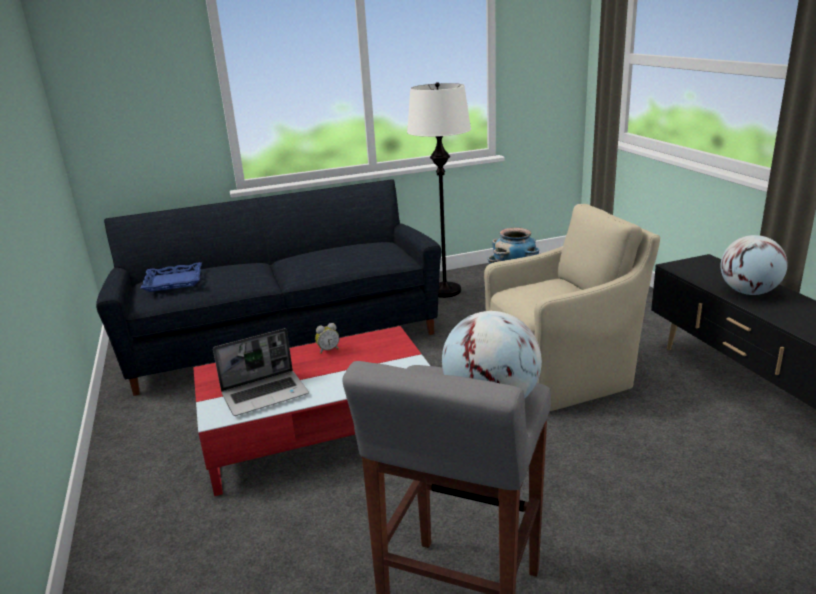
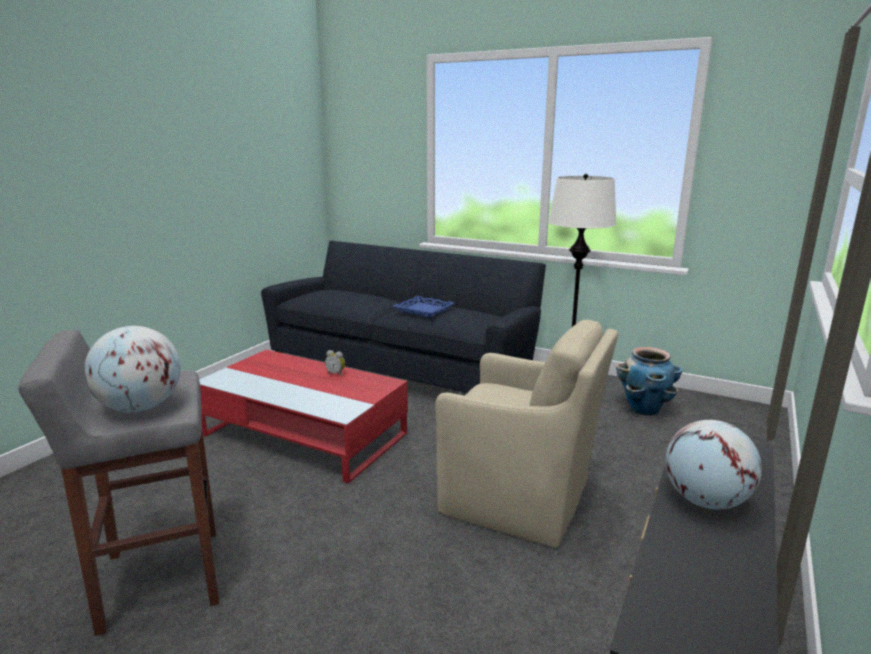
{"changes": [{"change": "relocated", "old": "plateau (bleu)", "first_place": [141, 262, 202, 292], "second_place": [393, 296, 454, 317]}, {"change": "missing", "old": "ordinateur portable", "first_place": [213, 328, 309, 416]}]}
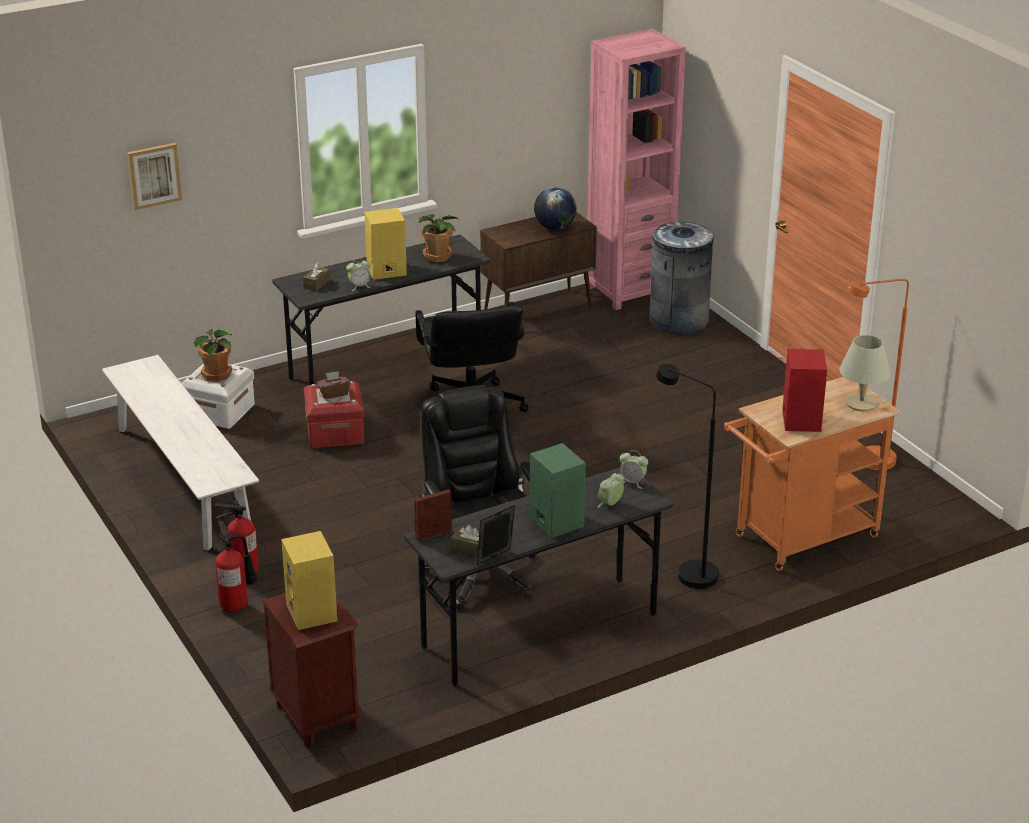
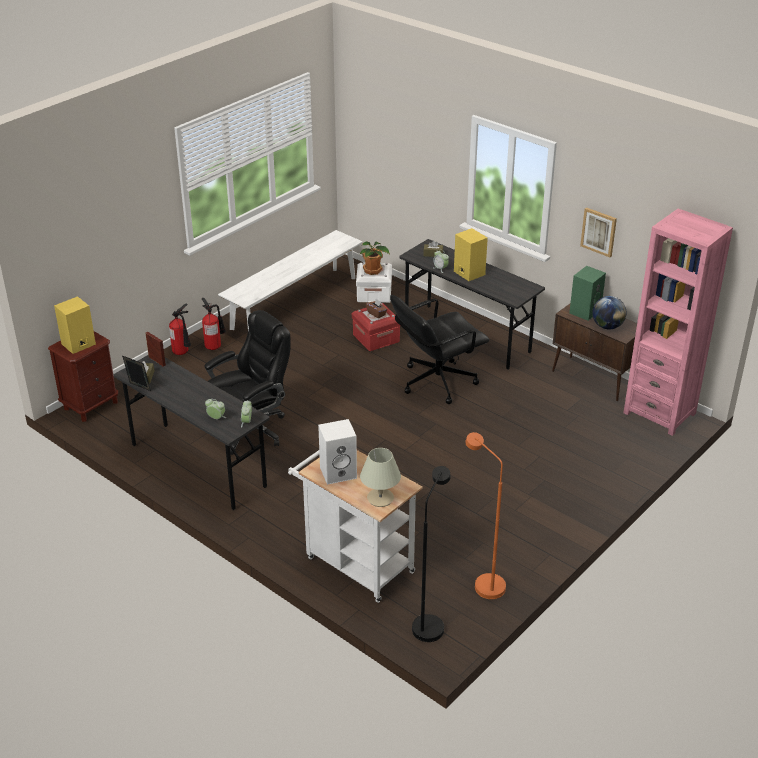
{"changes": [{"change": "colour", "old": "chariot (orange)", "new": "chariot (blanc)", "first_place": [724, 377, 900, 571], "second_place": [288, 450, 423, 603]}, {"change": "colour", "old": "enceinte (rouge)", "new": "enceinte (blanc)", "first_place": [782, 349, 827, 432], "second_place": [318, 419, 357, 485]}, {"change": "relocated", "old": "lampadaire (noir)", "first_place": [656, 364, 719, 589], "second_place": [412, 466, 451, 642]}, {"change": "relocated", "old": "enceinte (vert)", "first_place": [530, 443, 586, 538], "second_place": [569, 266, 606, 321]}, {"change": "relocated", "old": "tableau", "first_place": [127, 143, 182, 210], "second_place": [580, 207, 617, 257]}, {"change": "missing", "old": "plante en pot", "first_place": [419, 214, 458, 263]}, {"change": "missing", "old": "poubelle (gris)", "first_place": [649, 221, 714, 334]}]}
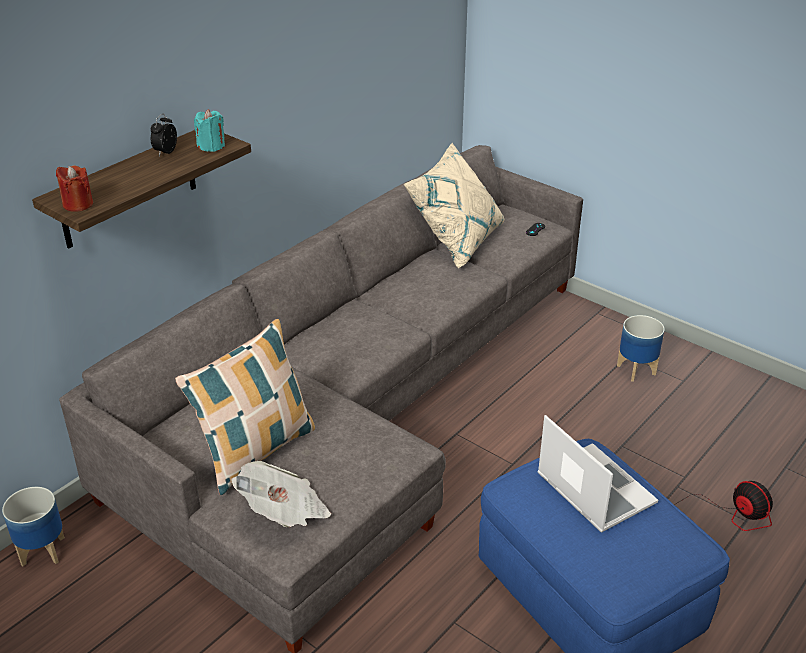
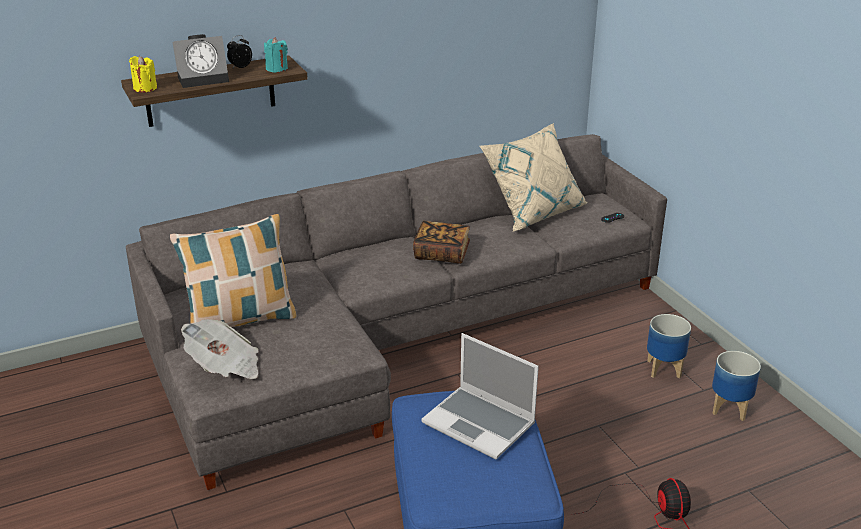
{"changes": [{"change": "colour", "old": "bougie (rouge)", "new": "bougie (jaune)", "first_place": [56, 165, 93, 212], "second_place": [129, 56, 157, 93]}, {"change": "appeared", "new": "réveil", "second_place": [172, 34, 229, 88]}, {"change": "appeared", "new": "livre", "second_place": [413, 221, 470, 264]}, {"change": "spun", "old": "ordinateur portable", "first_place": [537, 415, 658, 533], "second_place": [421, 333, 539, 459], "degrees": 135}, {"change": "relocated", "old": "cache-pot", "first_place": [2, 487, 65, 566], "second_place": [712, 351, 761, 421]}]}
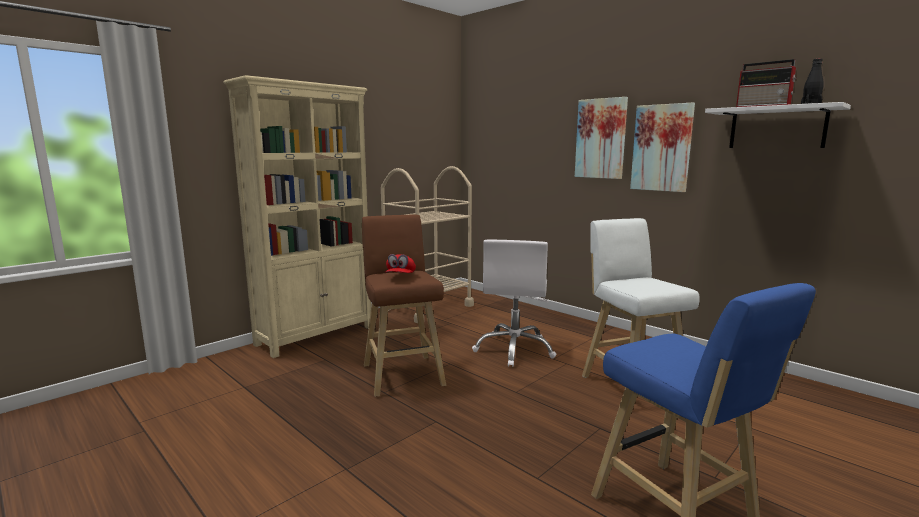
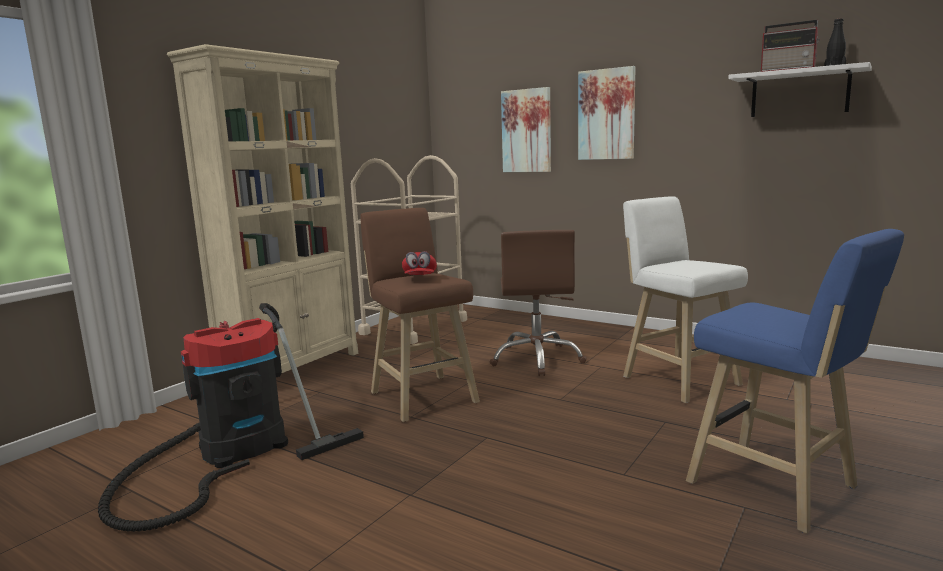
{"changes": [{"change": "appeared", "new": "aspirateur", "second_place": [98, 303, 364, 532]}, {"change": "colour", "old": "chaise de bureau (blanc)", "new": "chaise de bureau (marron)", "first_place": [472, 240, 557, 367], "second_place": [490, 230, 587, 376]}, {"change": "relocated", "old": "tableau", "first_place": [630, 103, 695, 192], "second_place": [501, 87, 551, 172]}]}
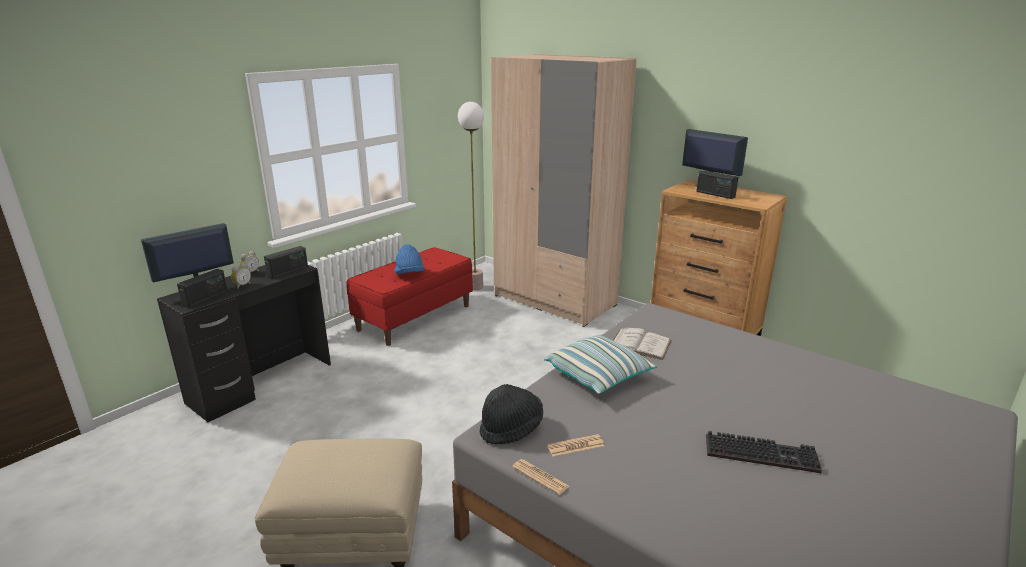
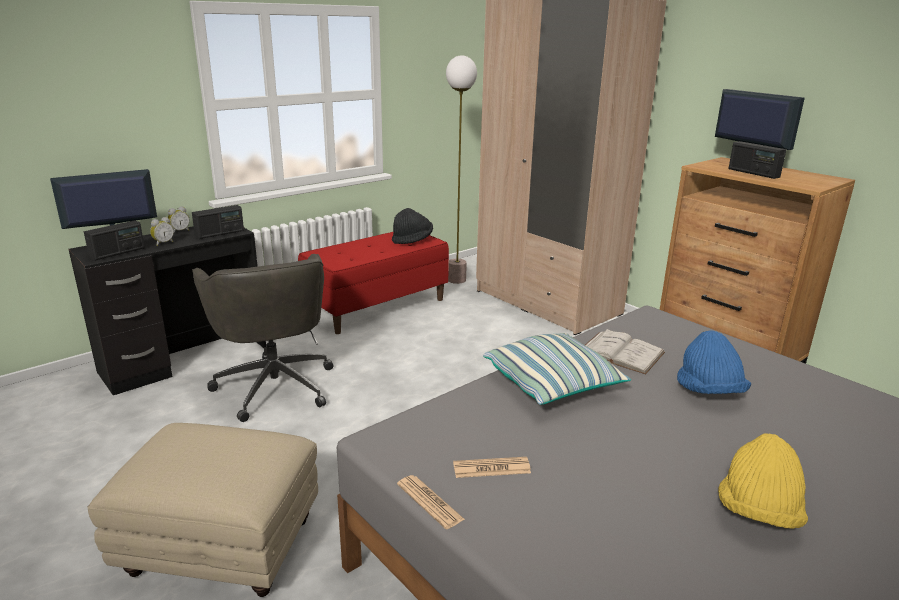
{"changes": [{"change": "appeared", "new": "chaise de bureau (gris)", "second_place": [192, 254, 333, 422]}, {"change": "relocated", "old": "chapeau (noir)", "first_place": [479, 384, 543, 444], "second_place": [392, 208, 433, 244]}, {"change": "relocated", "old": "chapeau (bleu)", "first_place": [394, 244, 425, 274], "second_place": [677, 330, 751, 394]}, {"change": "exchanged", "old": "clavier", "new": "chapeau (jaune)", "first_place": [706, 431, 822, 473], "second_place": [718, 433, 808, 528]}]}
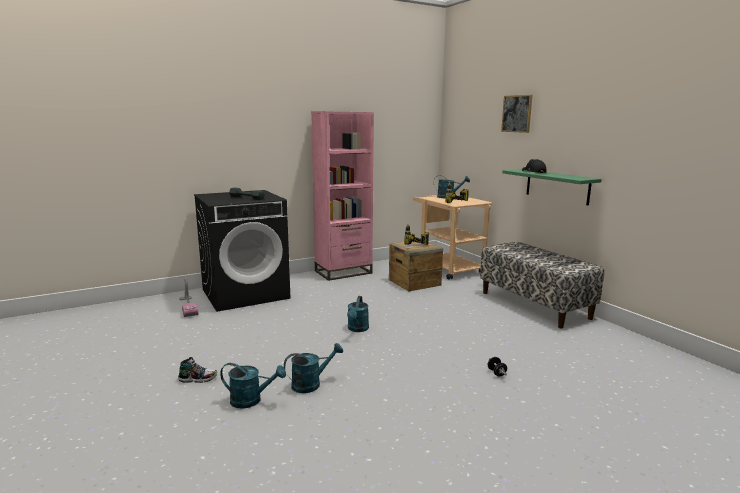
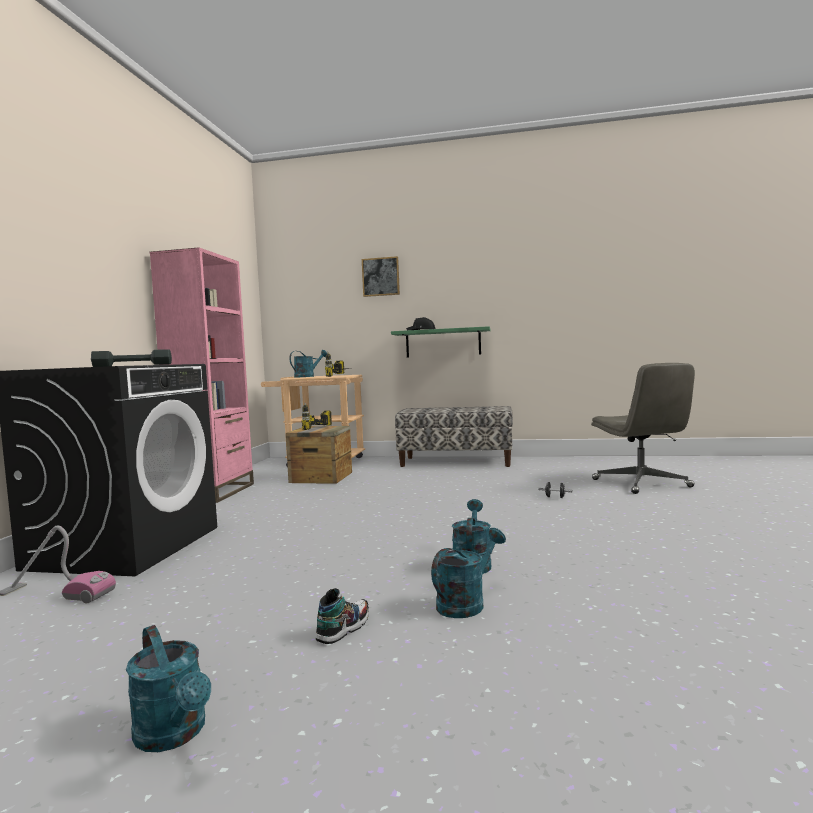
{"changes": [{"change": "relocated", "old": "arrosoir (turquoise)", "first_place": [347, 296, 369, 332], "second_place": [126, 625, 211, 752]}, {"change": "appeared", "new": "chaise de bureau (gris)", "second_place": [591, 363, 695, 494]}]}
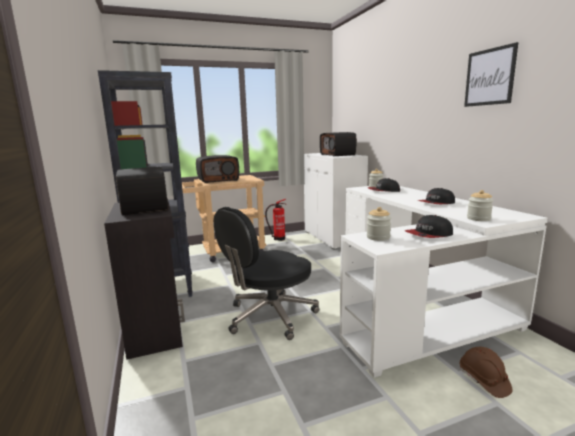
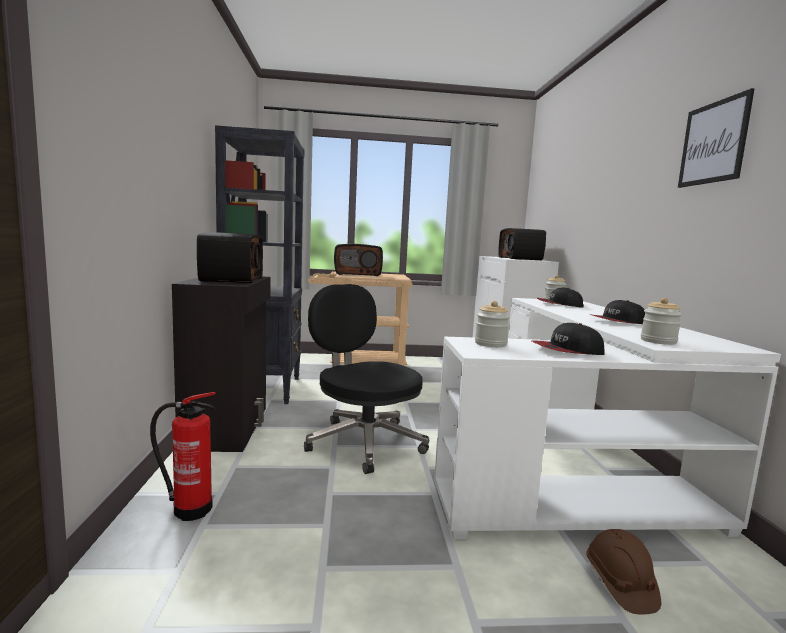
{"changes": [{"change": "relocated", "old": "extincteur", "first_place": [265, 199, 286, 241], "second_place": [150, 392, 216, 521]}, {"change": "spun", "old": "chaise de bureau (noir)", "first_place": [214, 207, 319, 340], "second_place": [304, 284, 429, 474], "degrees": 75}]}
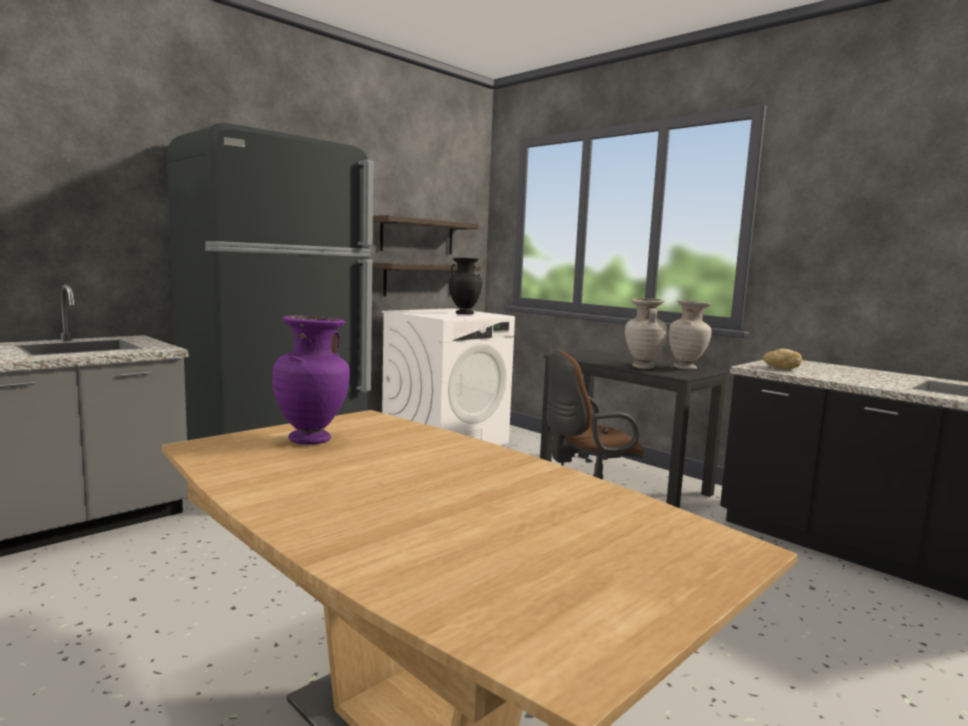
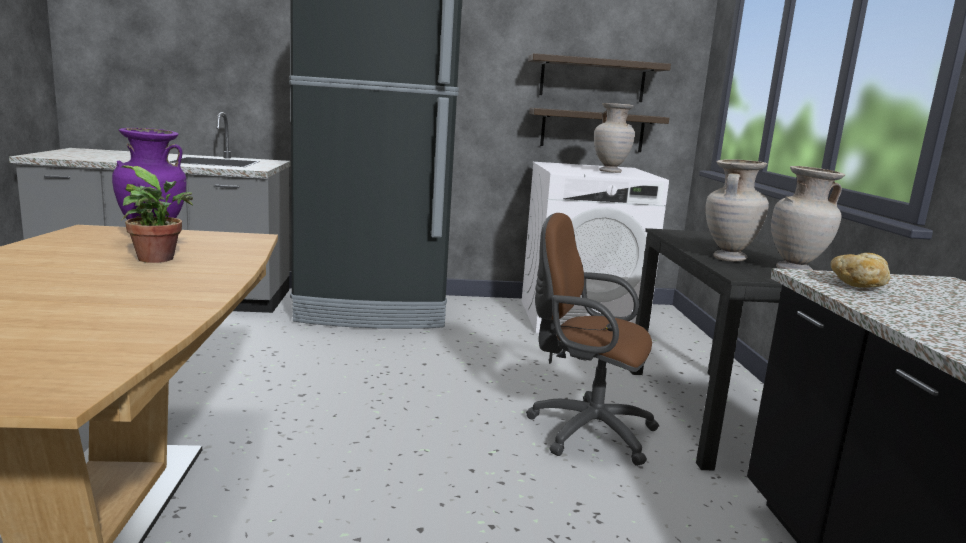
{"changes": [{"change": "appeared", "new": "plante en pot", "second_place": [120, 165, 193, 263]}, {"change": "colour", "old": "vase (noir)", "new": "vase (beige)", "first_place": [449, 258, 482, 314], "second_place": [594, 103, 635, 173]}]}
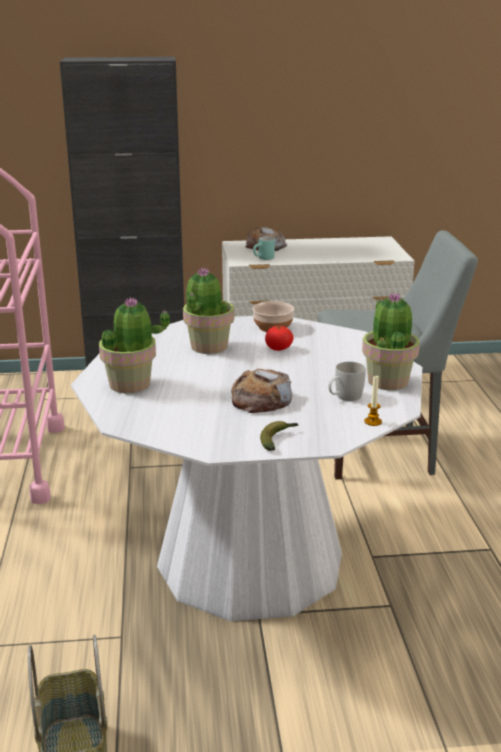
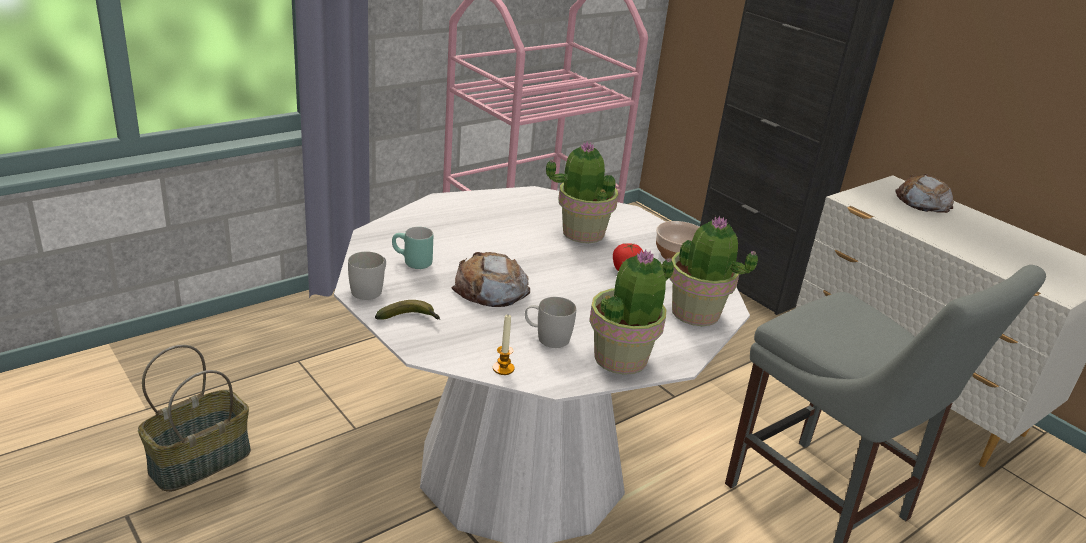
{"changes": [{"change": "appeared", "new": "mug (blanc)", "second_place": [348, 252, 386, 300]}, {"change": "relocated", "old": "mug (turquoise)", "first_place": [253, 236, 275, 260], "second_place": [392, 227, 433, 269]}, {"change": "relocated", "old": "plante en pot", "first_place": [99, 297, 170, 394], "second_place": [669, 215, 758, 326]}]}
